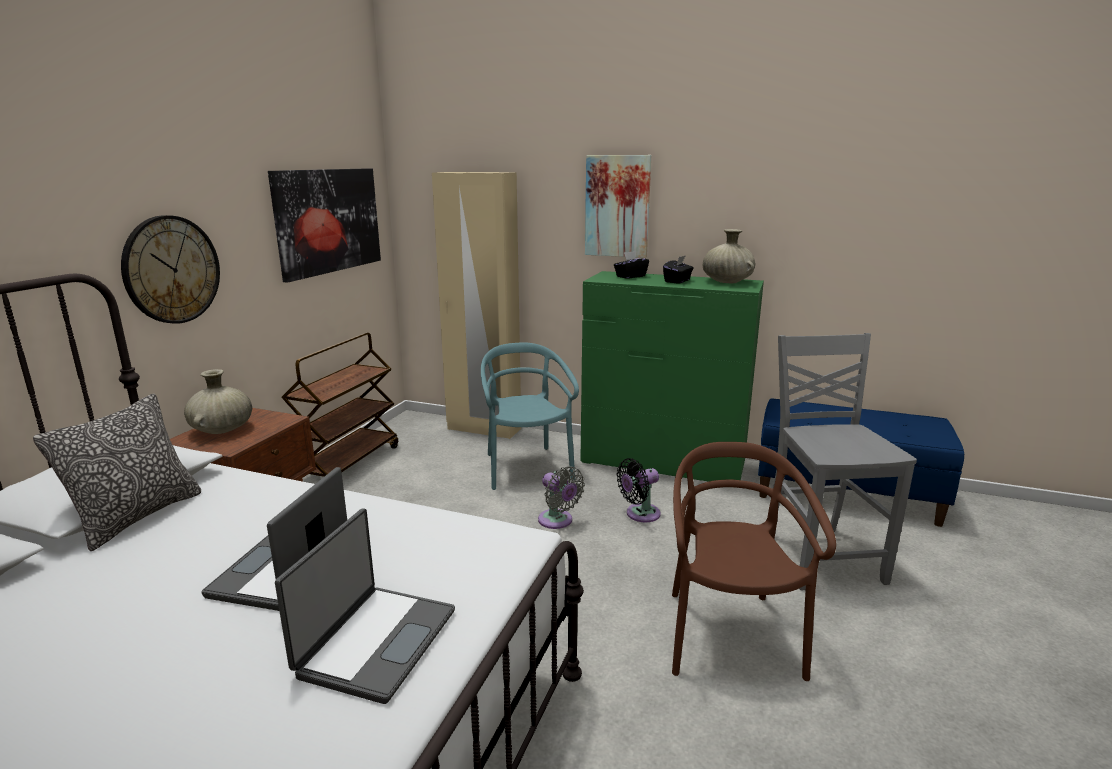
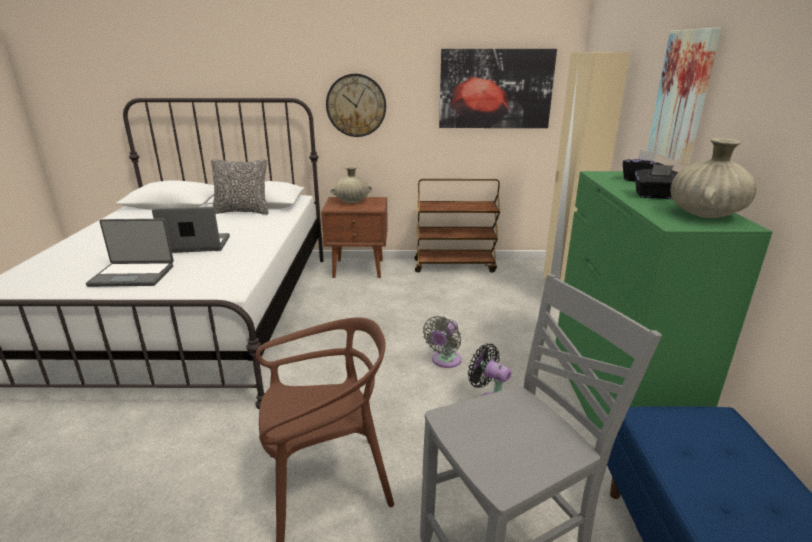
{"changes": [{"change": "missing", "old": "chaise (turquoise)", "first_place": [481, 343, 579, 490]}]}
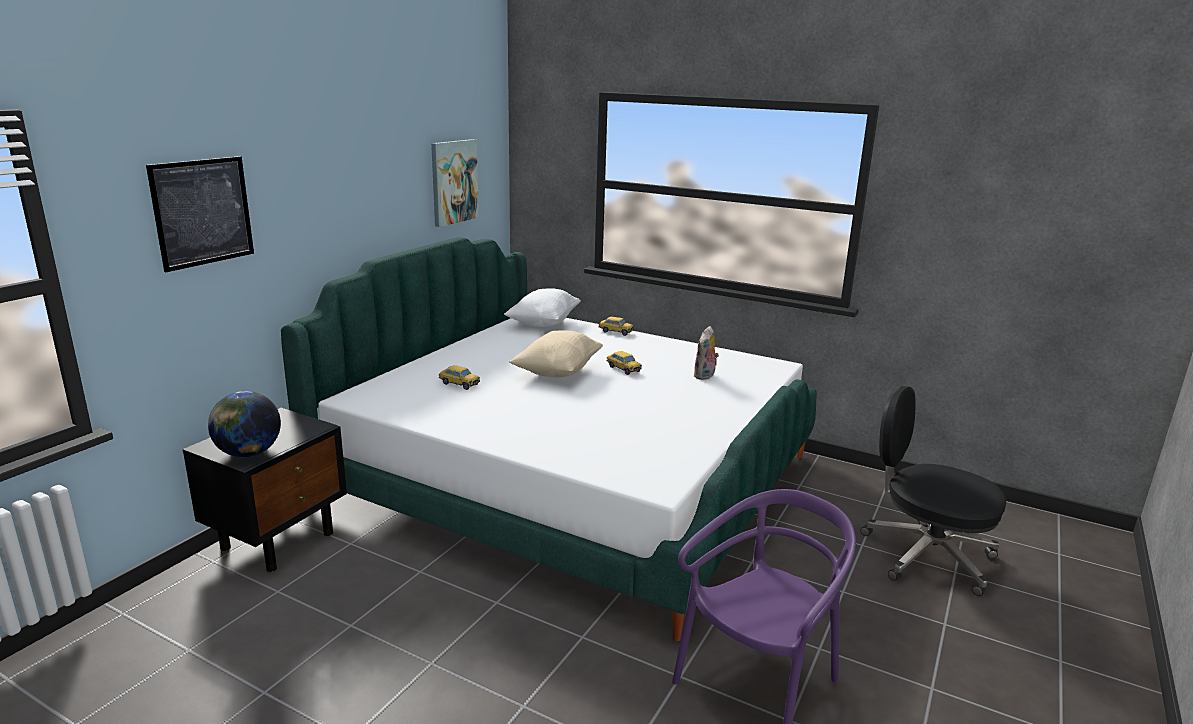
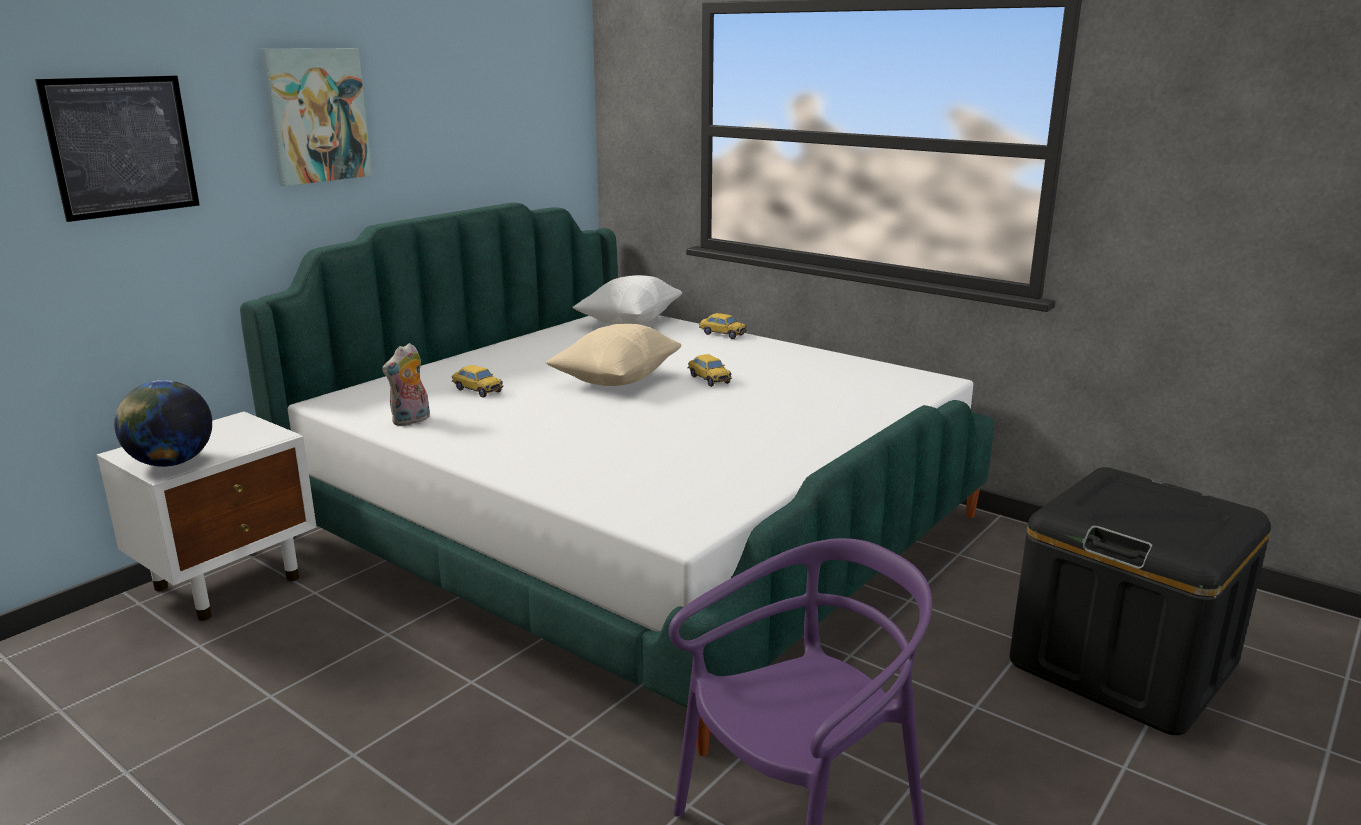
{"changes": [{"change": "colour", "old": "table de chevet (noir)", "new": "table de chevet (blanc)", "first_place": [182, 408, 347, 572], "second_place": [97, 412, 316, 621]}, {"change": "relocated", "old": "tableau", "first_place": [431, 139, 479, 227], "second_place": [260, 48, 372, 186]}, {"change": "relocated", "old": "peluche", "first_place": [693, 326, 719, 380], "second_place": [382, 343, 430, 426]}, {"change": "exchanged", "old": "chaise de bureau (noir)", "new": "boîte de rangement (noir)", "first_place": [860, 386, 1006, 596], "second_place": [1010, 467, 1271, 735]}]}
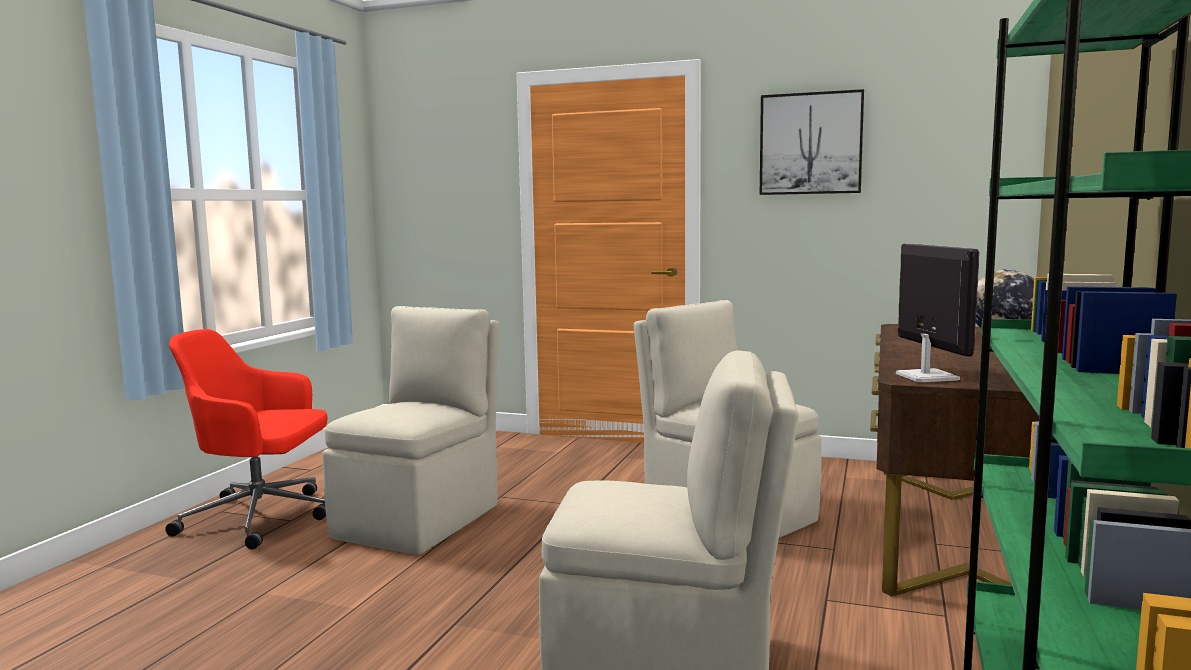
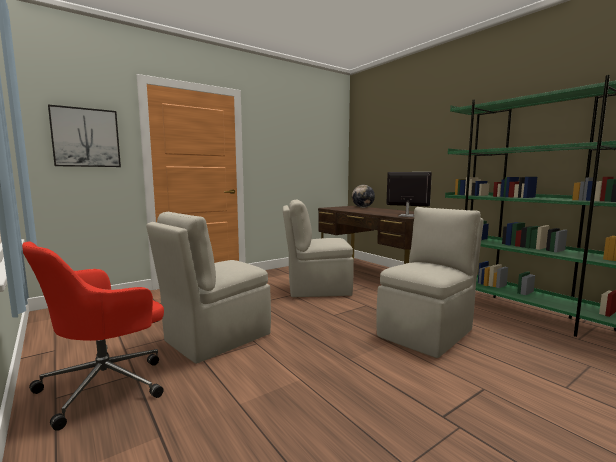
{"changes": [{"change": "relocated", "old": "tableau", "first_place": [760, 89, 864, 195], "second_place": [48, 104, 121, 167]}, {"change": "spun", "old": "chaise (beige)", "first_place": [322, 306, 499, 555], "second_place": [146, 212, 271, 364], "degrees": -105}]}
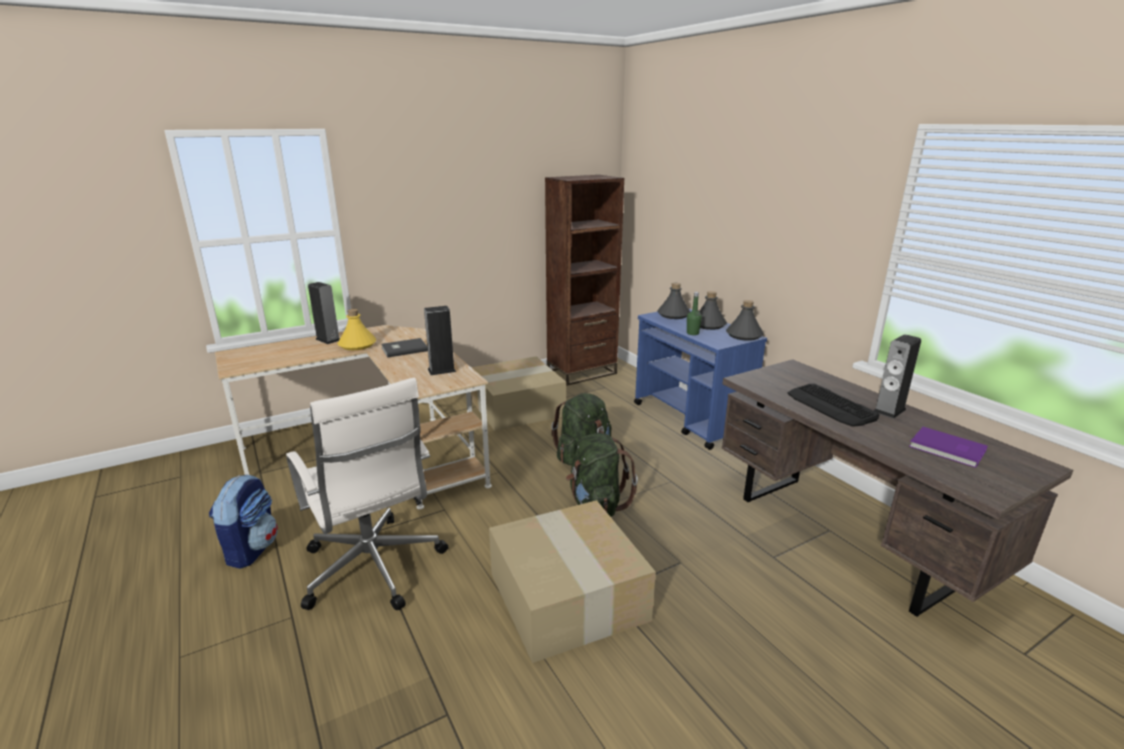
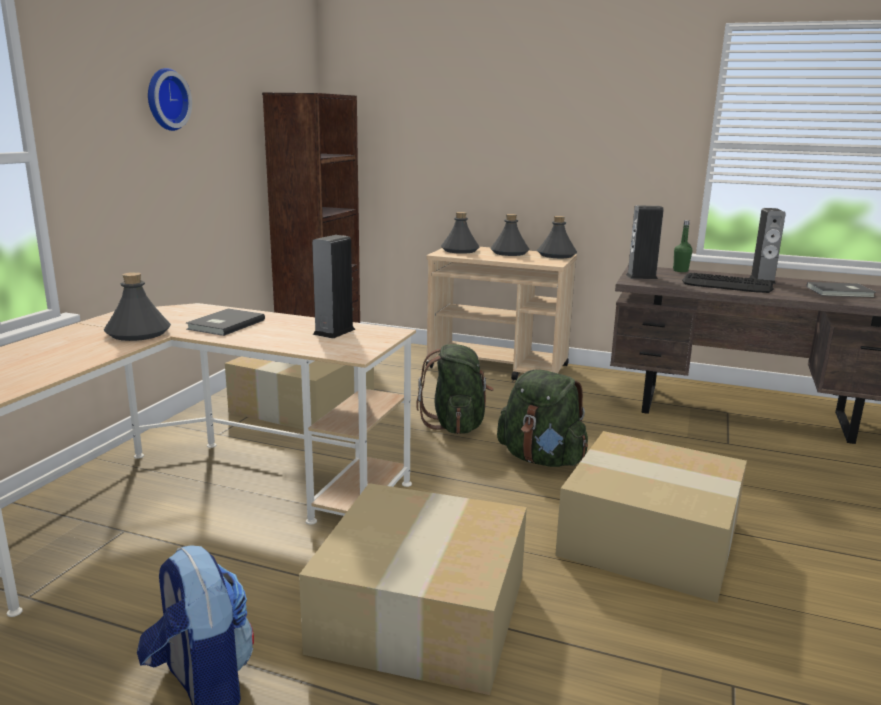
{"changes": [{"change": "colour", "old": "bouteille (jaune)", "new": "bouteille (gris)", "first_place": [337, 309, 377, 350], "second_place": [104, 272, 171, 341]}, {"change": "appeared", "new": "horloge murale", "second_place": [148, 68, 192, 131]}, {"change": "exchanged", "old": "chaise de bureau (blanc)", "new": "carton", "first_place": [286, 378, 448, 610], "second_place": [299, 483, 527, 695]}, {"change": "colour", "old": "chariot (bleu)", "new": "chariot (beige)", "first_place": [634, 309, 767, 450], "second_place": [426, 247, 577, 380]}, {"change": "relocated", "old": "enceinte", "first_place": [308, 282, 340, 344], "second_place": [626, 205, 664, 279]}, {"change": "relocated", "old": "bouteille (vert)", "first_place": [687, 292, 702, 335], "second_place": [673, 220, 692, 272]}, {"change": "colour", "old": "livre (violet)", "new": "livre (gris)", "first_place": [909, 427, 988, 468], "second_place": [807, 282, 875, 298]}]}
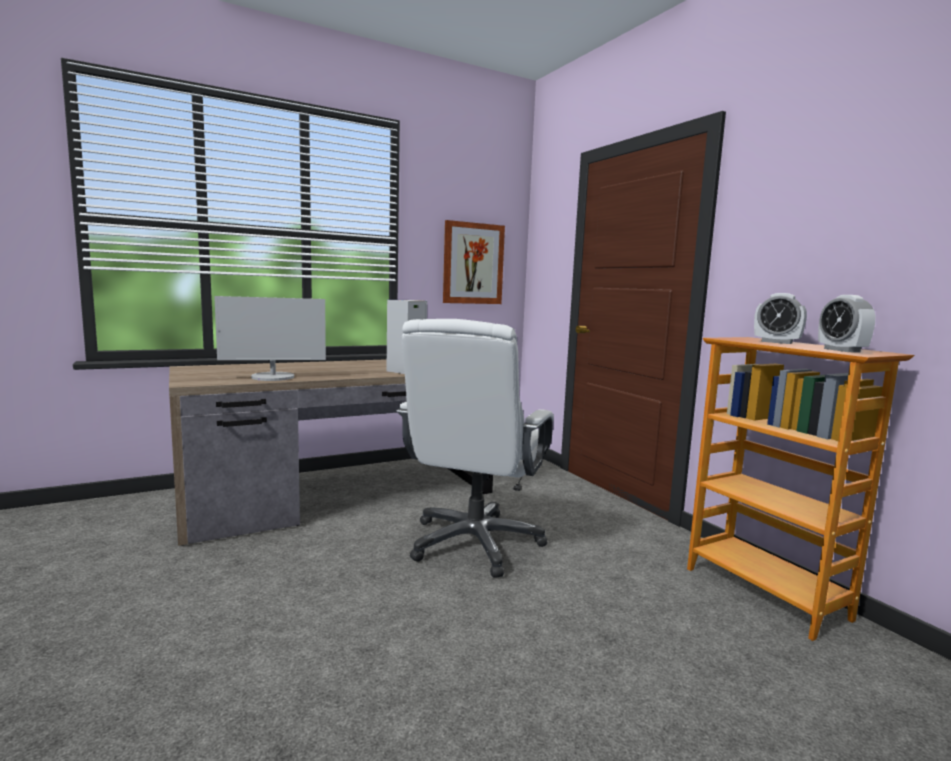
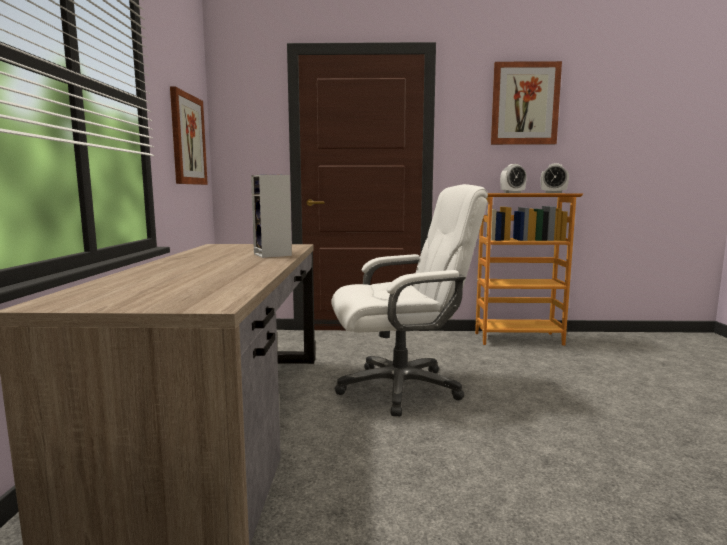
{"changes": [{"change": "spun", "old": "chaise de bureau (blanc)", "first_place": [396, 319, 554, 578], "second_place": [331, 184, 488, 416], "degrees": -60}, {"change": "appeared", "new": "tableau", "second_place": [491, 61, 562, 145]}, {"change": "missing", "old": "écran d'ordinateur", "first_place": [214, 296, 326, 381]}]}
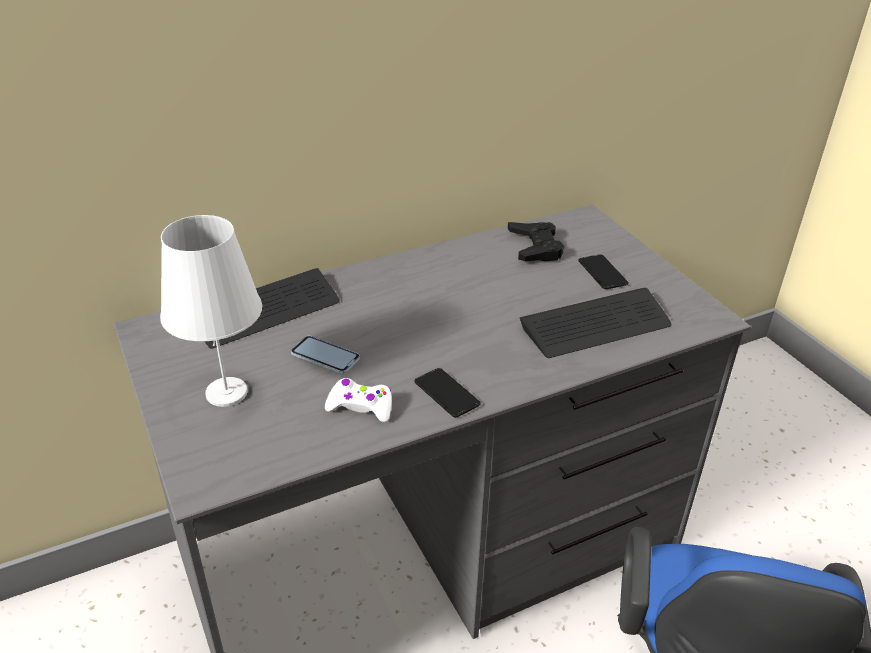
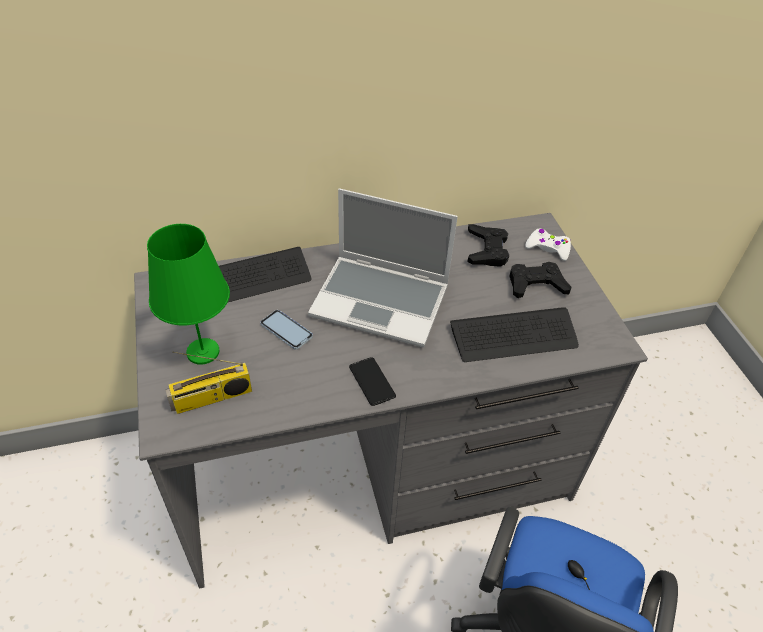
{"changes": [{"change": "colour", "old": "lampe de table (blanc)", "new": "lampe de table (vert)", "first_place": [160, 215, 262, 407], "second_place": [147, 224, 230, 365]}, {"change": "appeared", "new": "radio", "second_place": [165, 351, 252, 414]}, {"change": "appeared", "new": "ordinateur portable", "second_place": [308, 188, 458, 347]}, {"change": "exchanged", "old": "téléphone", "new": "manette (noir)", "first_place": [578, 254, 629, 289], "second_place": [510, 262, 572, 298]}, {"change": "relocated", "old": "manette (blanc)", "first_place": [325, 378, 392, 423], "second_place": [525, 228, 571, 261]}]}
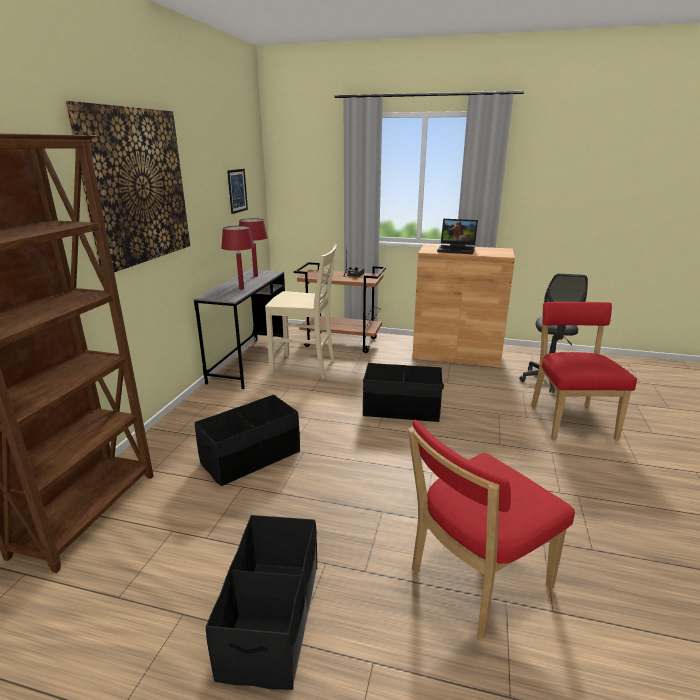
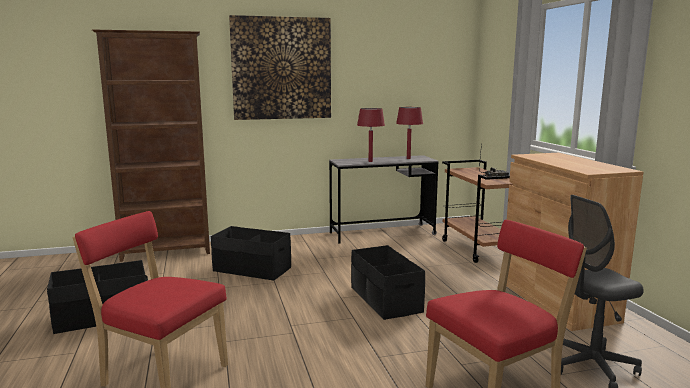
{"changes": [{"change": "missing", "old": "tableau", "first_place": [227, 169, 248, 214]}, {"change": "missing", "old": "chaise (beige)", "first_place": [265, 245, 337, 379]}, {"change": "missing", "old": "ordinateur portable", "first_place": [437, 219, 478, 254]}]}
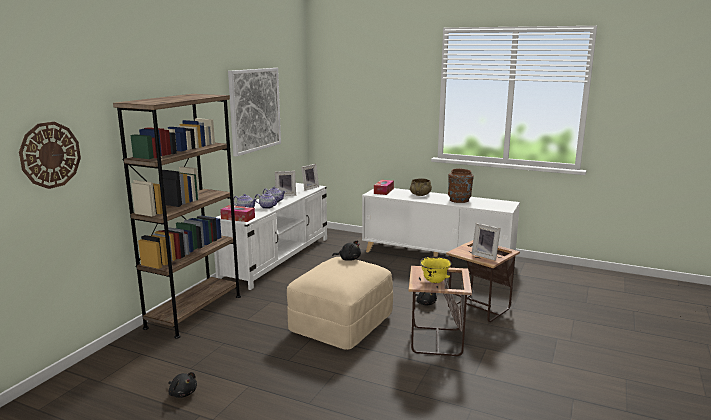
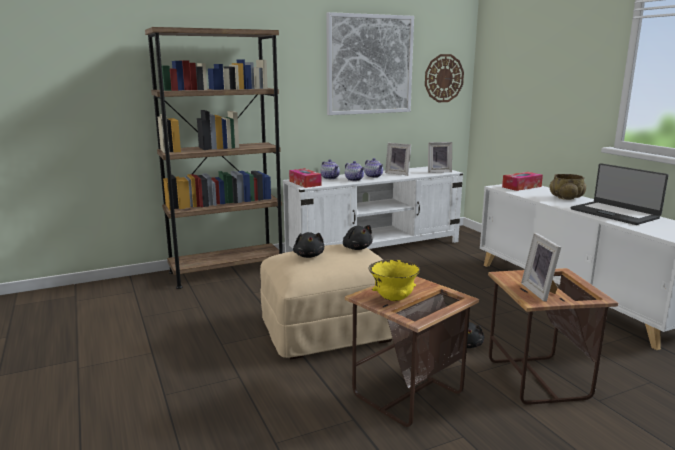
{"changes": [{"change": "relocated", "old": "peluche (noir)", "first_place": [168, 372, 197, 398], "second_place": [293, 232, 324, 258]}, {"change": "relocated", "old": "horloge murale", "first_place": [19, 122, 81, 189], "second_place": [425, 54, 464, 102]}, {"change": "exchanged", "old": "vase (marron)", "new": "ordinateur portable", "first_place": [448, 168, 474, 203], "second_place": [571, 163, 668, 225]}]}
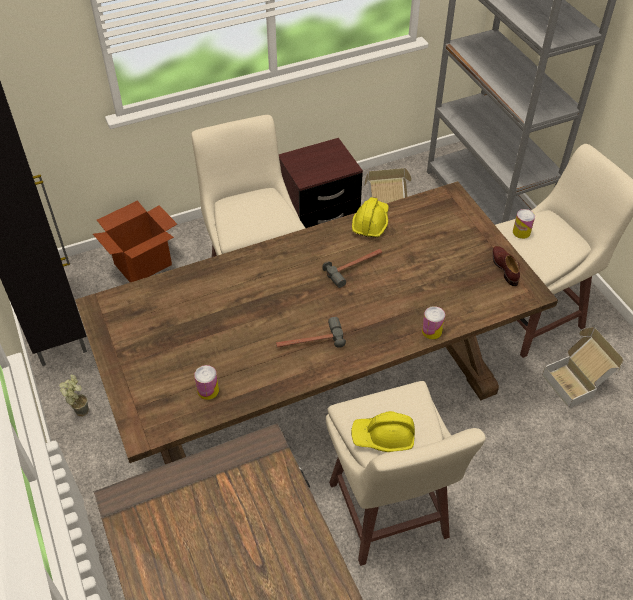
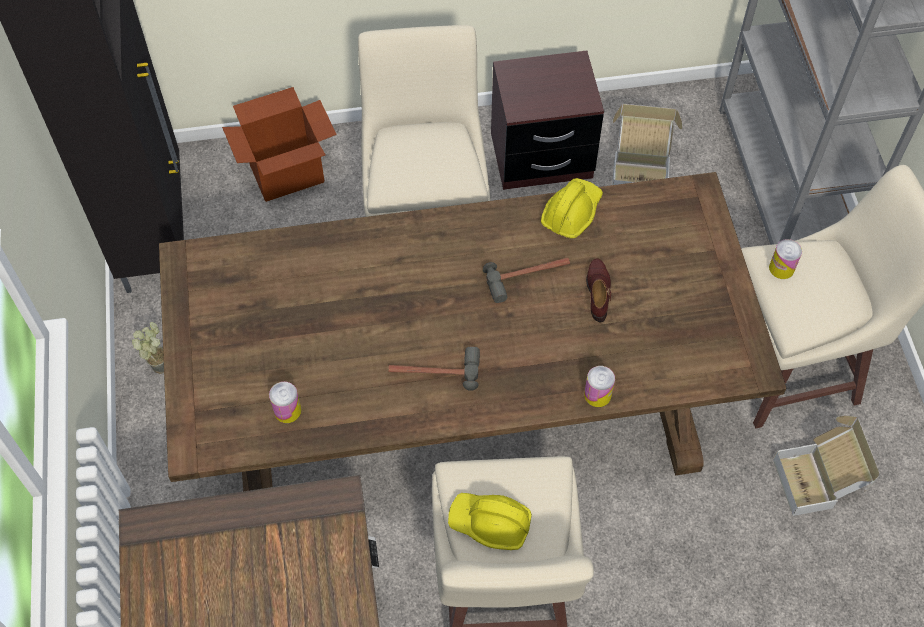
{"changes": [{"change": "relocated", "old": "chaussure (marron)", "first_place": [493, 246, 520, 286], "second_place": [586, 258, 611, 322]}]}
